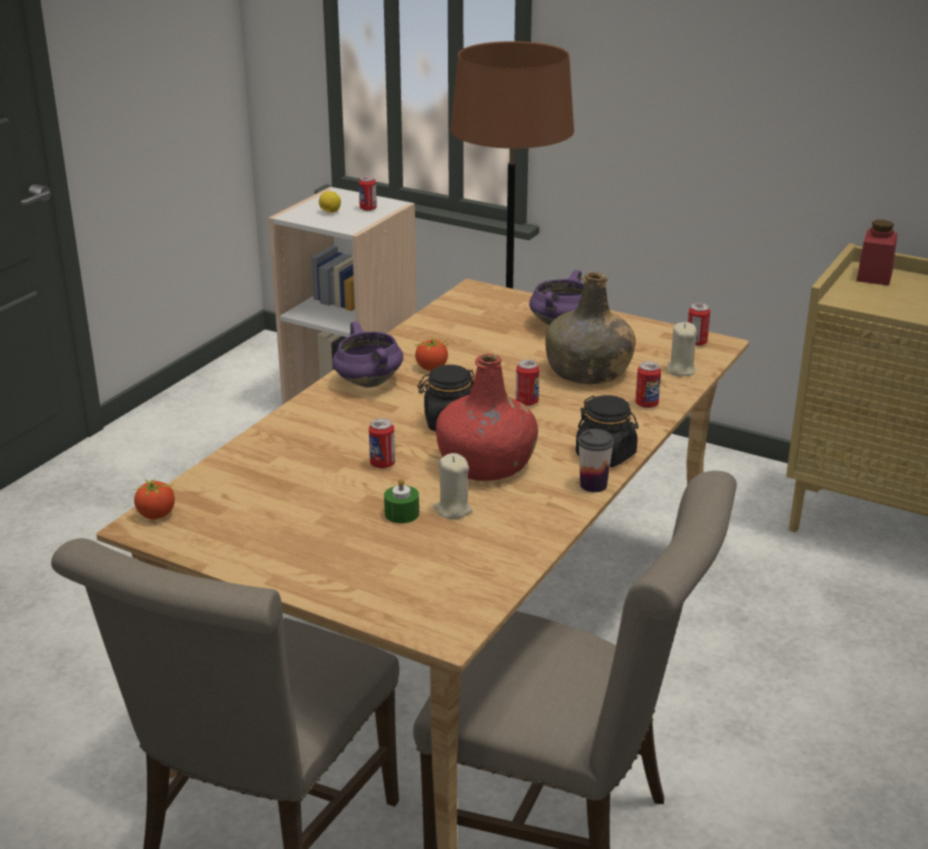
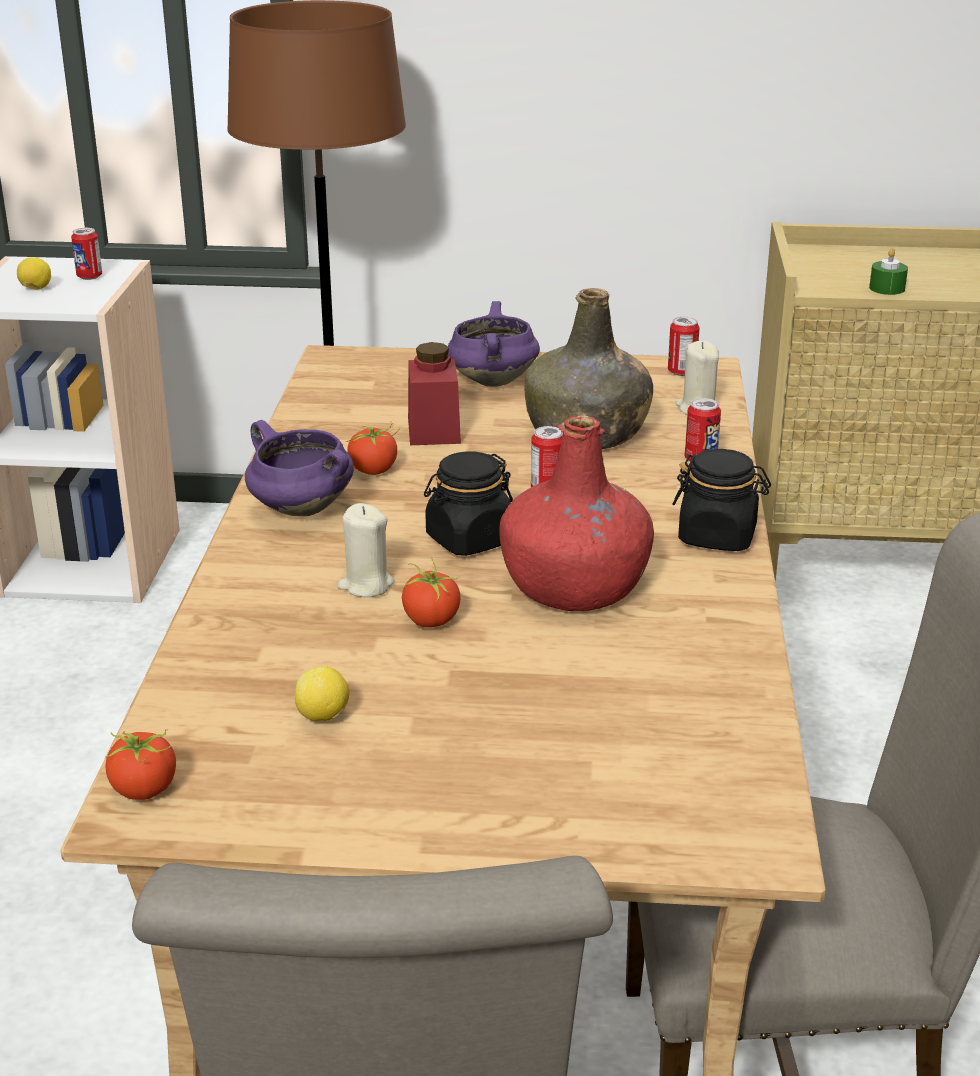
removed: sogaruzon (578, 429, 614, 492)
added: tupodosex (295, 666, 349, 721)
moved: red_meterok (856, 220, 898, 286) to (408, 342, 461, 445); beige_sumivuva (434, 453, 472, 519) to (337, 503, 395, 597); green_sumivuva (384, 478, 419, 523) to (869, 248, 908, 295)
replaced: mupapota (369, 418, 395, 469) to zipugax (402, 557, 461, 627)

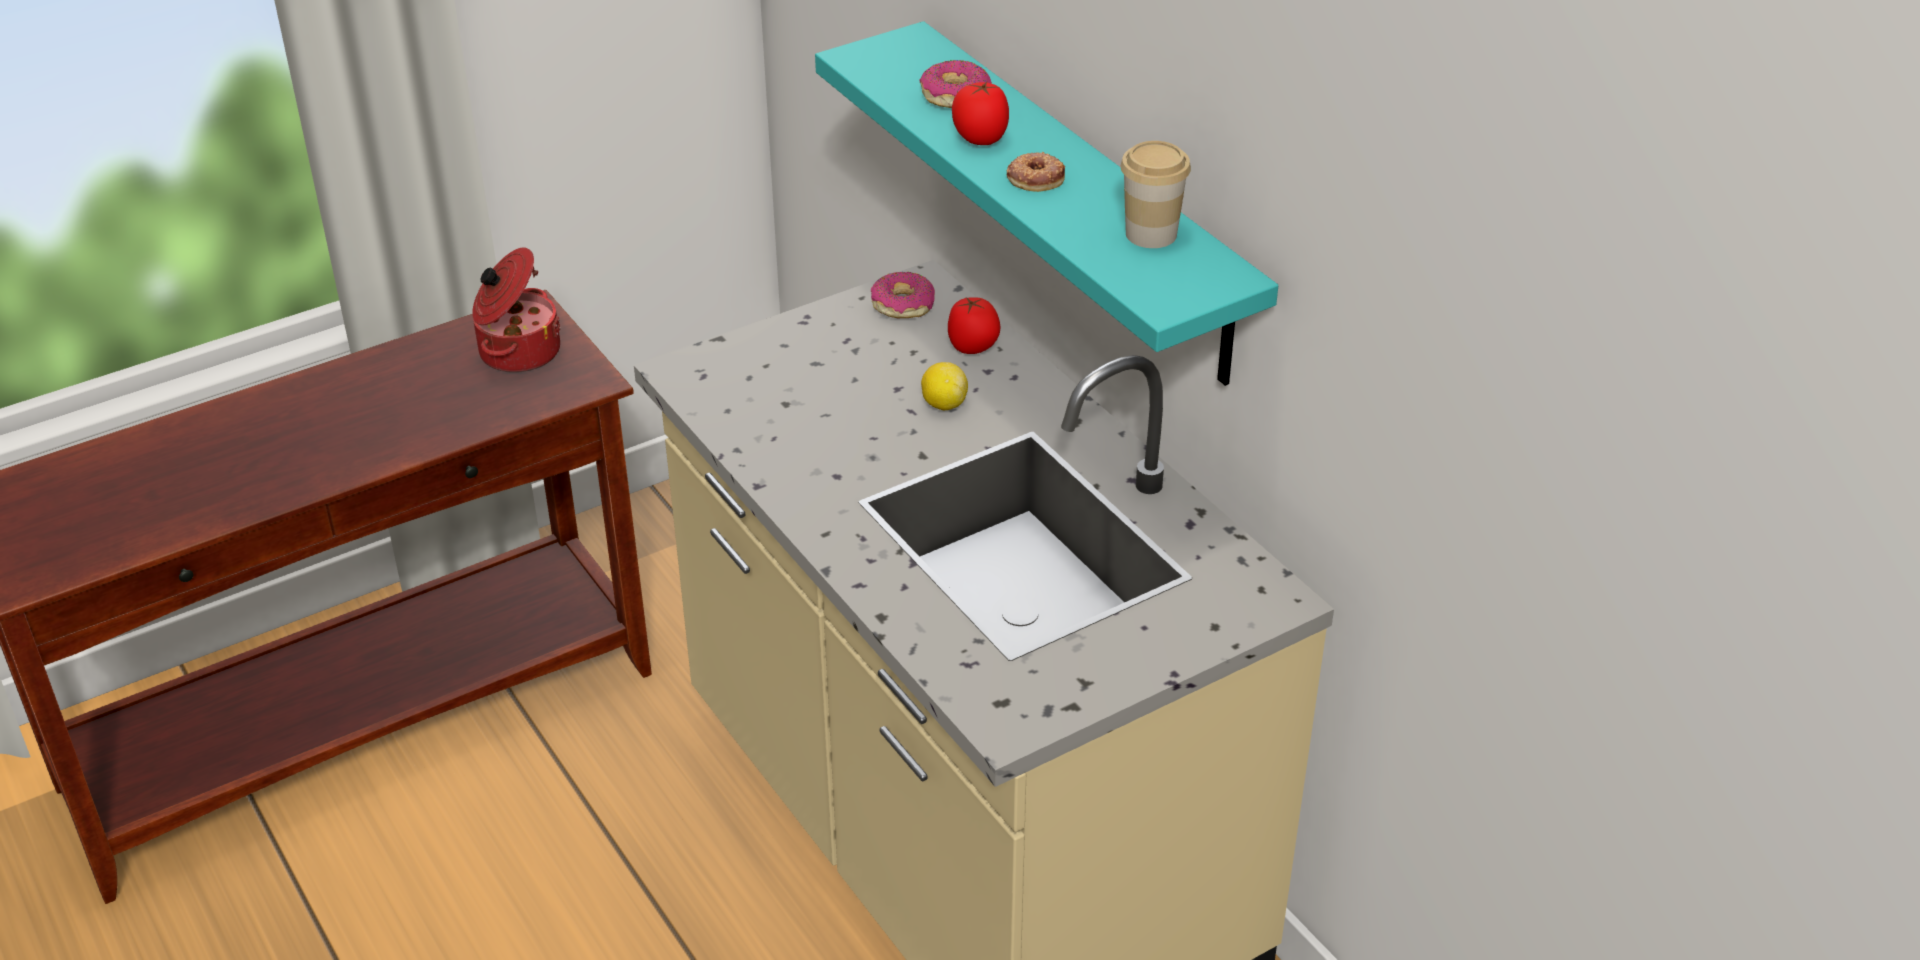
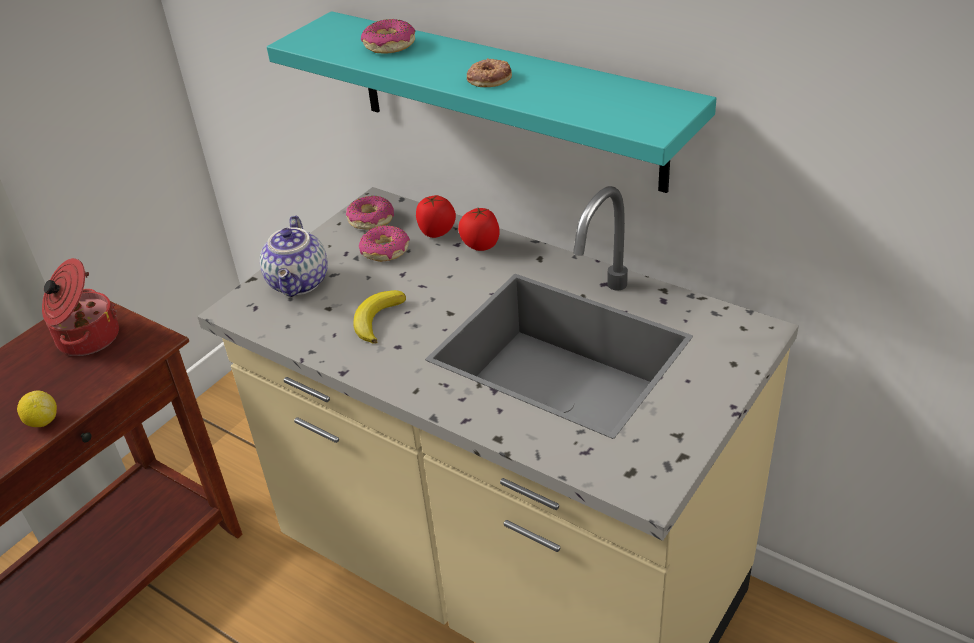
removed: sogaruzon (1121, 141, 1191, 248)
added: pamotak (260, 215, 328, 297); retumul (359, 225, 410, 262); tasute (354, 290, 406, 344)
moved: zipugax (952, 81, 1009, 145) to (458, 208, 500, 251); tupodosex (921, 362, 968, 410) to (17, 391, 57, 427)

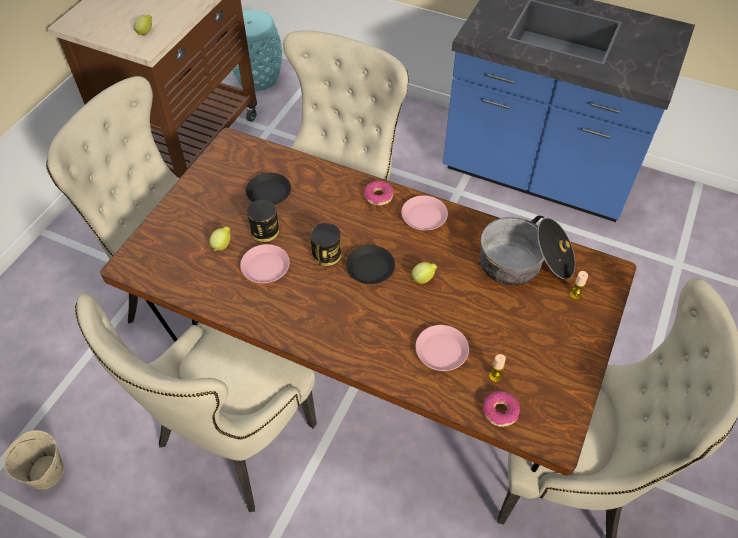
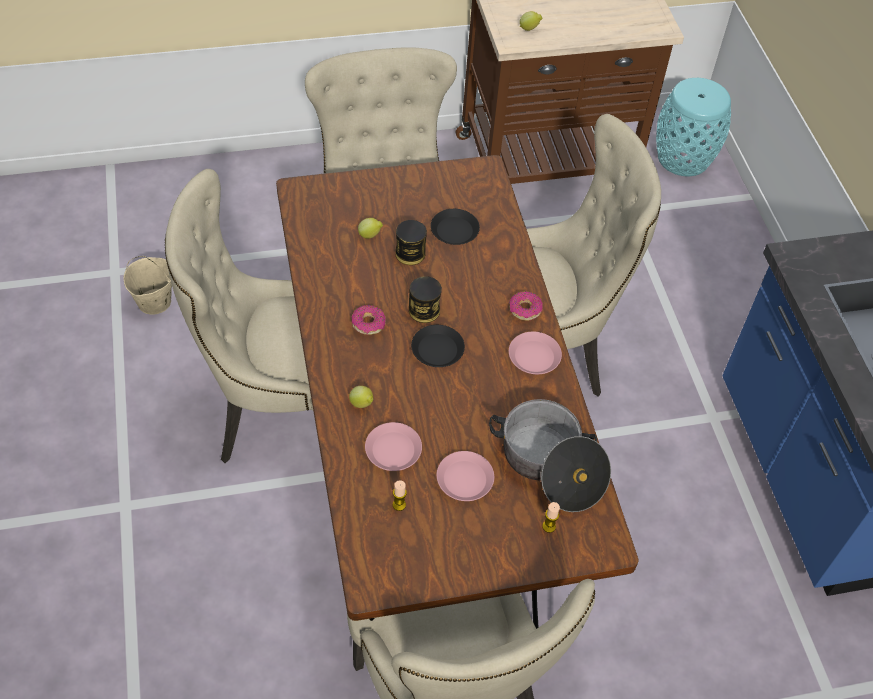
moved: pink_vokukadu (240, 244, 290, 283) to (437, 451, 494, 501); tupodosex (412, 262, 437, 284) to (349, 386, 373, 408); retumul (483, 391, 520, 427) to (352, 305, 386, 335)

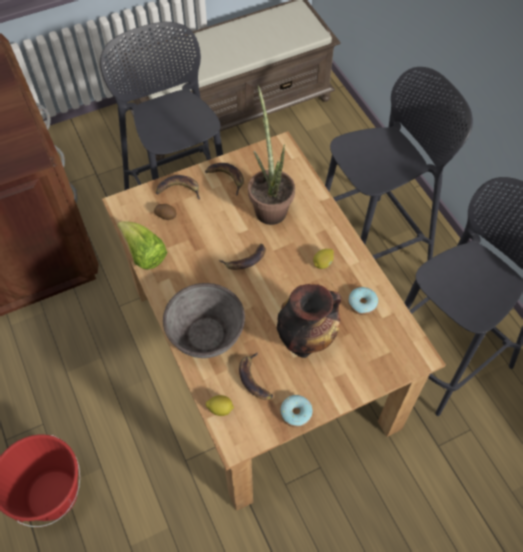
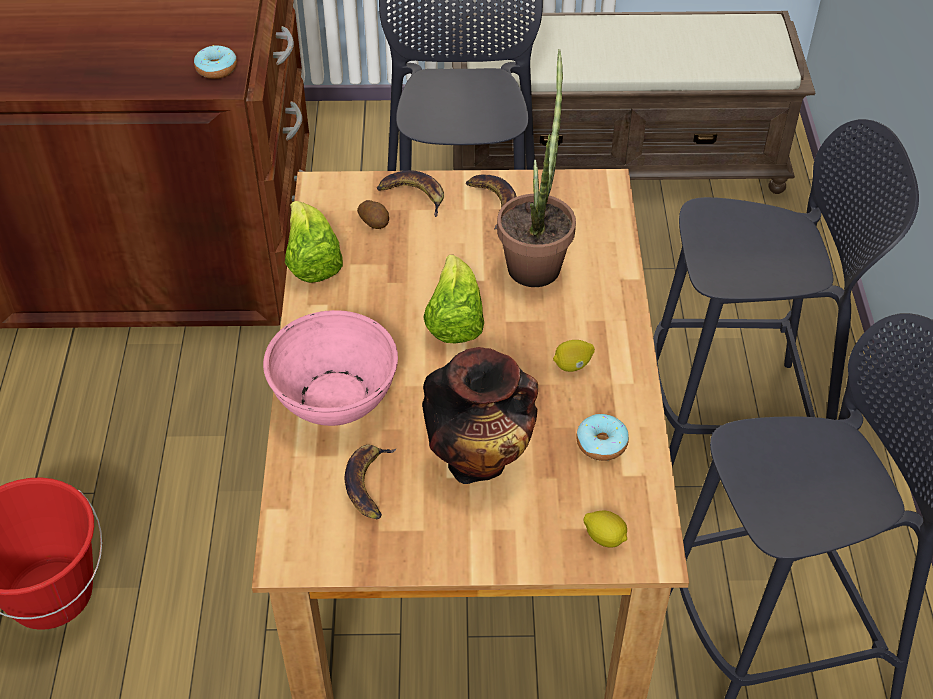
moved: tupodosex (206, 395, 234, 416) to (584, 510, 627, 548); retumul (280, 395, 313, 427) to (194, 45, 237, 79)
replaced: tasute (219, 244, 266, 270) to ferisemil (423, 255, 484, 344)
recoloured: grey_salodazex (163, 283, 245, 358) to pink_salodazex (263, 310, 398, 426)

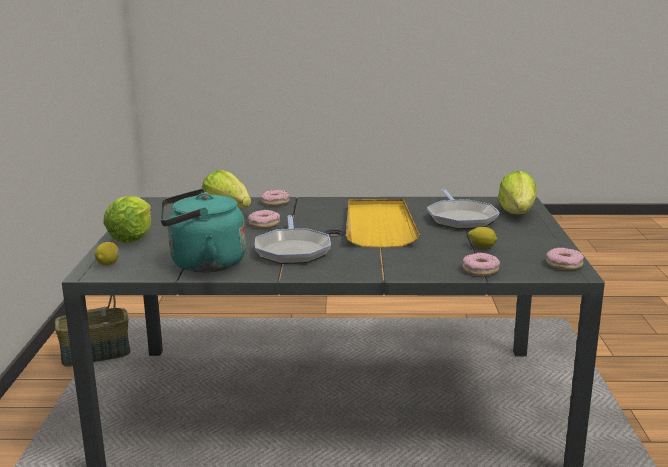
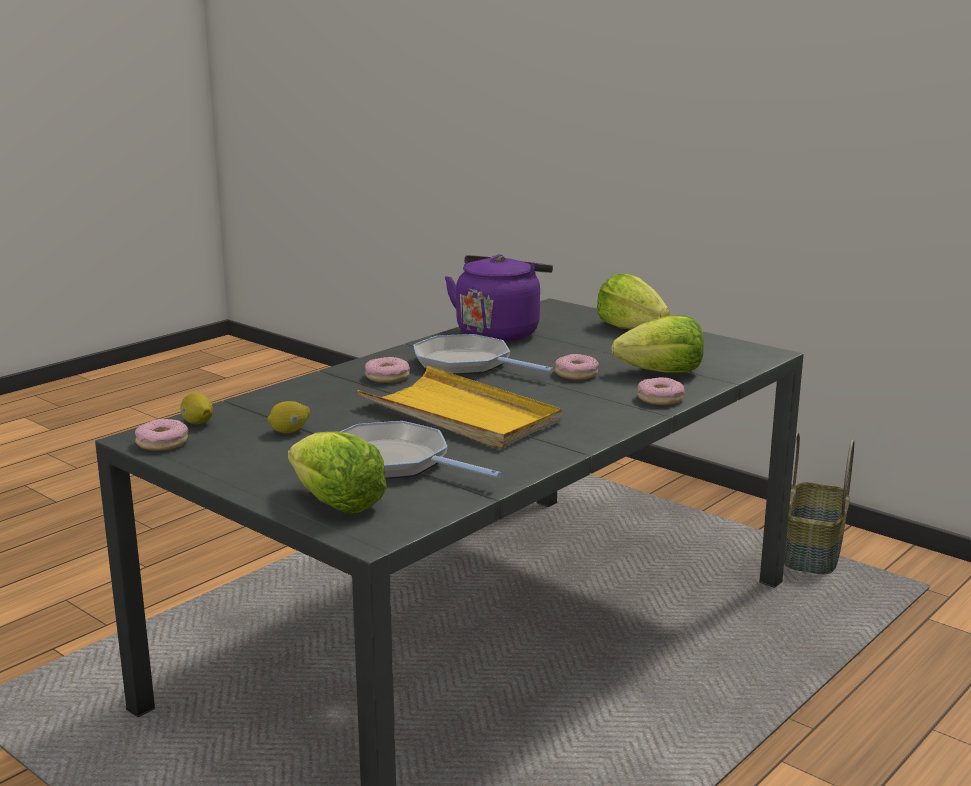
moved: tupodosex (95, 242, 119, 266) to (180, 393, 213, 424); retumul (462, 253, 500, 276) to (365, 357, 410, 383)
recoloured: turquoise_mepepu (160, 189, 246, 272) to purple_mepepu (445, 254, 553, 342)

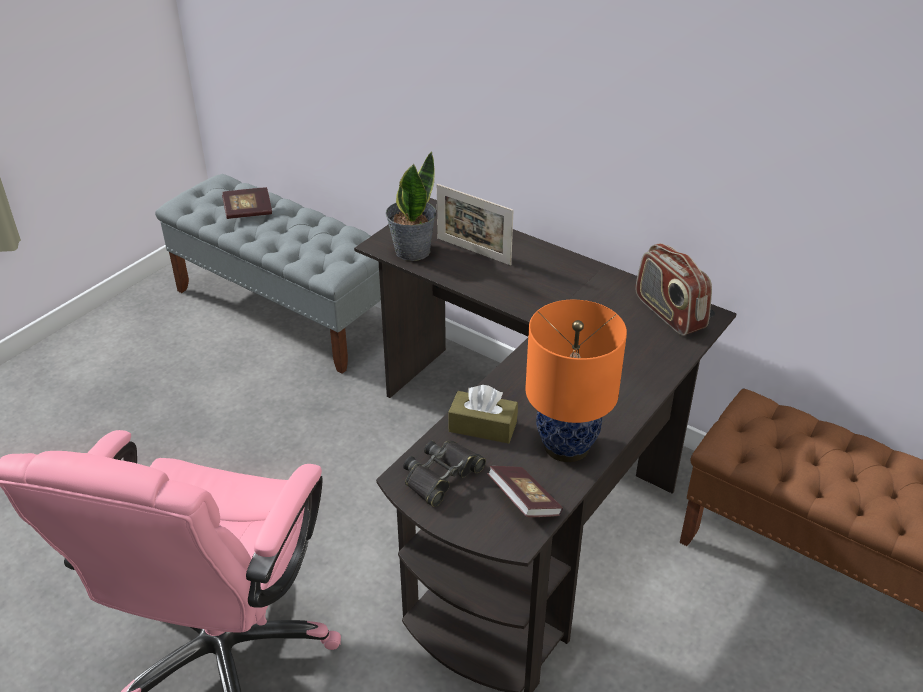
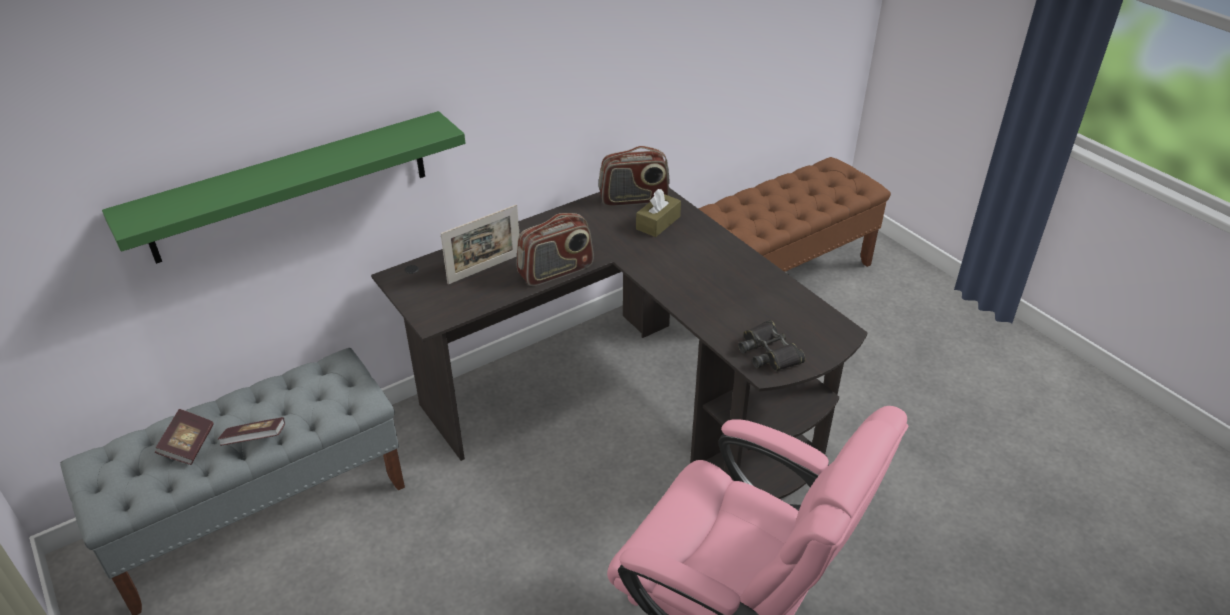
removed: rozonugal (385, 151, 436, 261); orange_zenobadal (526, 300, 627, 462)
added: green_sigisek (102, 111, 465, 264); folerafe (516, 213, 594, 286)
moved: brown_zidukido (448, 385, 518, 444) to (636, 189, 681, 237); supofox (487, 466, 563, 517) to (218, 417, 285, 446)

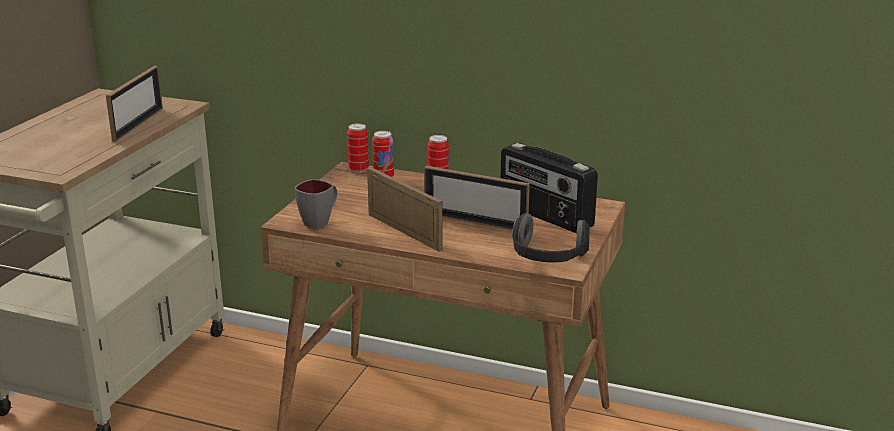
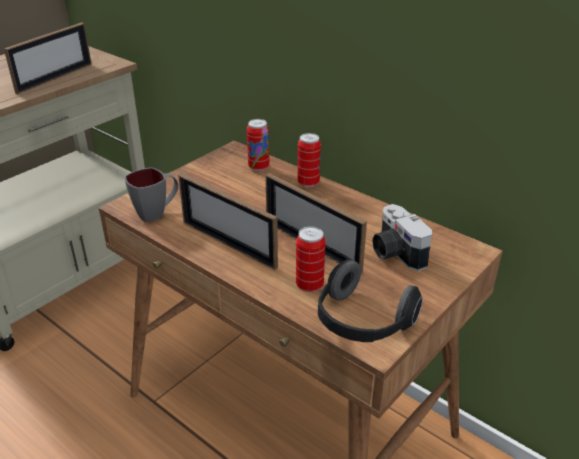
moved: mupapota (347, 123, 369, 173) to (296, 226, 325, 292)
replaced: folerafe (500, 143, 598, 233) to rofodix (372, 204, 432, 271)
turned: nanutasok (367, 167, 443, 252) = (178, 173, 278, 270) 150 degrees clockwise

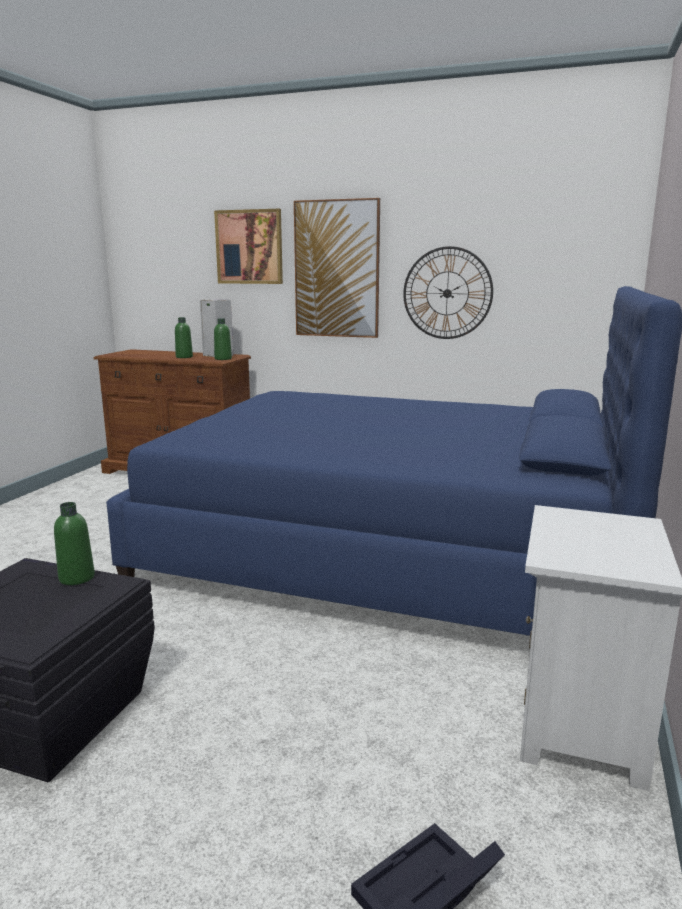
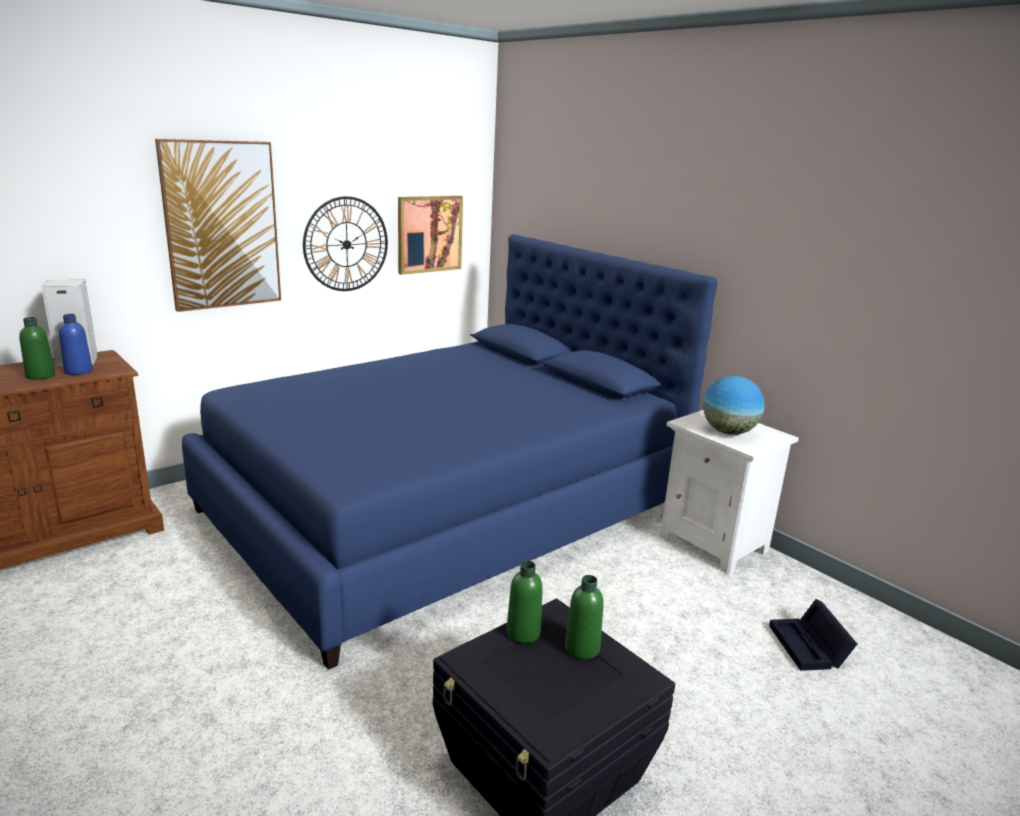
added: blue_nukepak (59, 314, 93, 375); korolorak (703, 376, 764, 435)
moved: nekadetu (214, 209, 283, 284) to (398, 196, 463, 275); green_nukepak (214, 318, 232, 360) to (565, 575, 604, 659)

